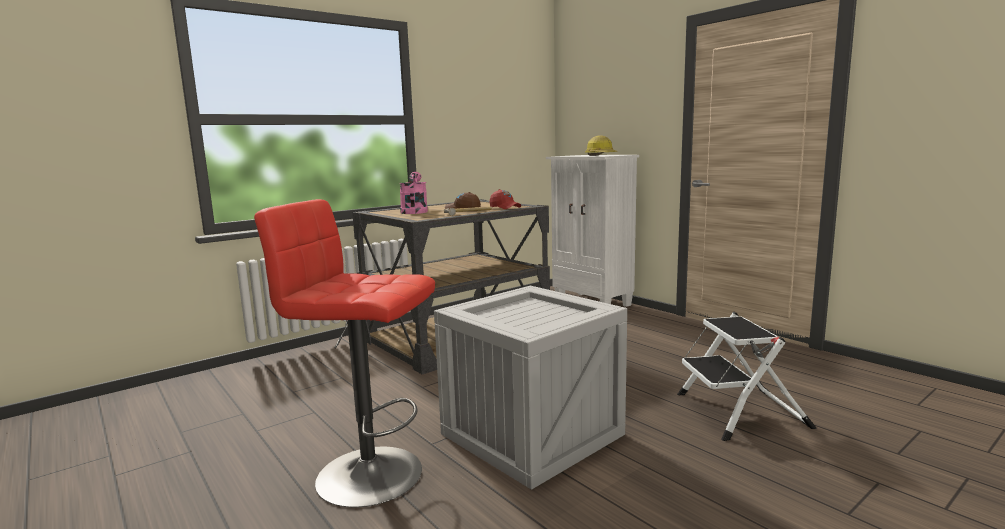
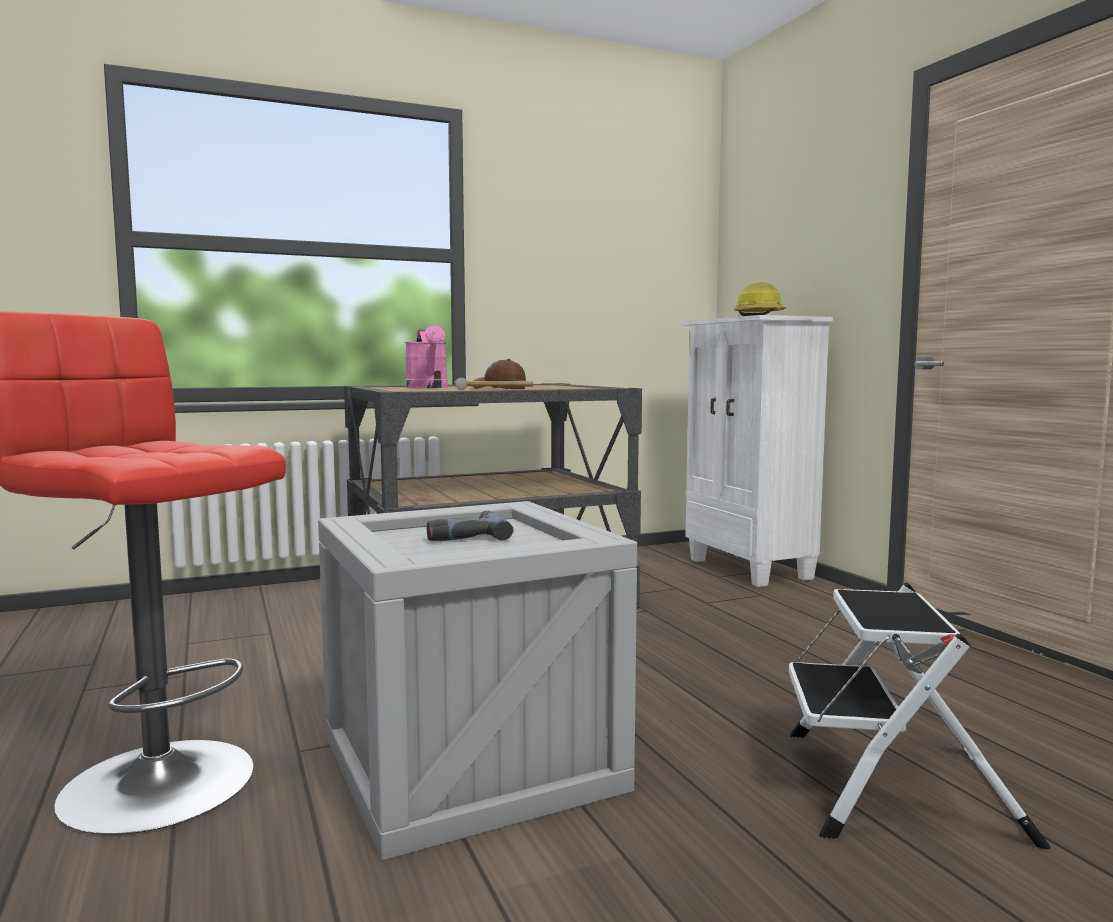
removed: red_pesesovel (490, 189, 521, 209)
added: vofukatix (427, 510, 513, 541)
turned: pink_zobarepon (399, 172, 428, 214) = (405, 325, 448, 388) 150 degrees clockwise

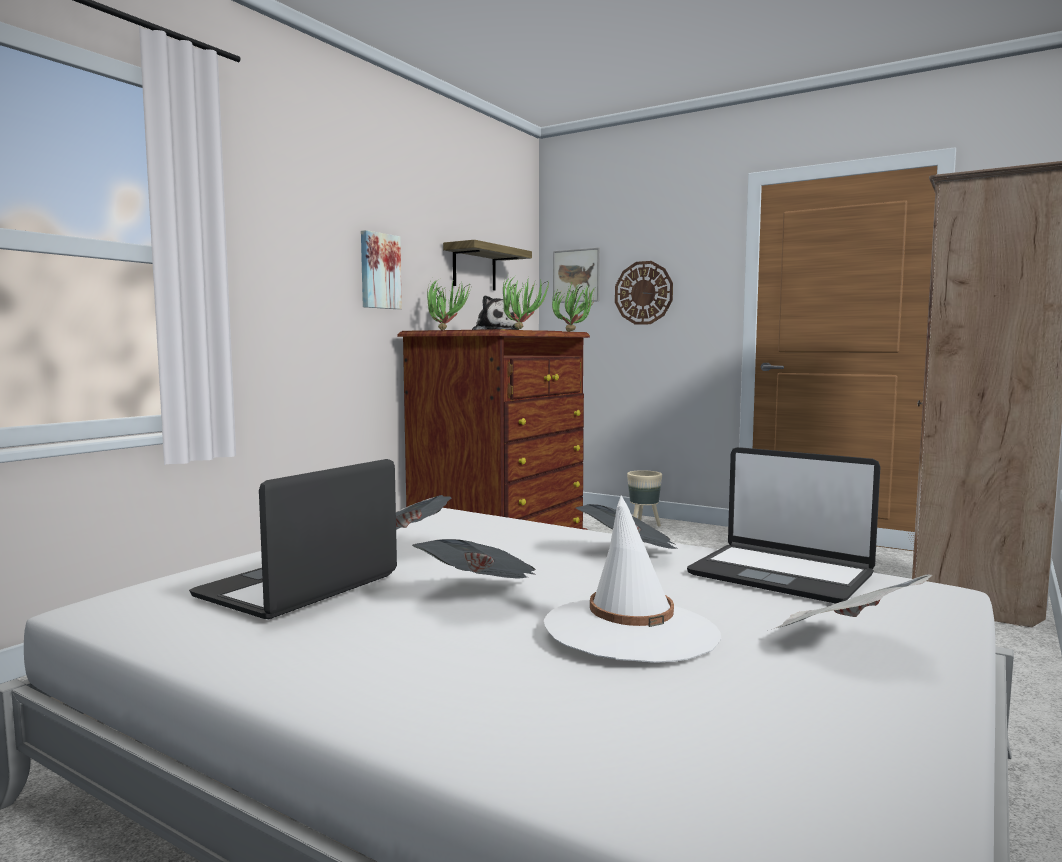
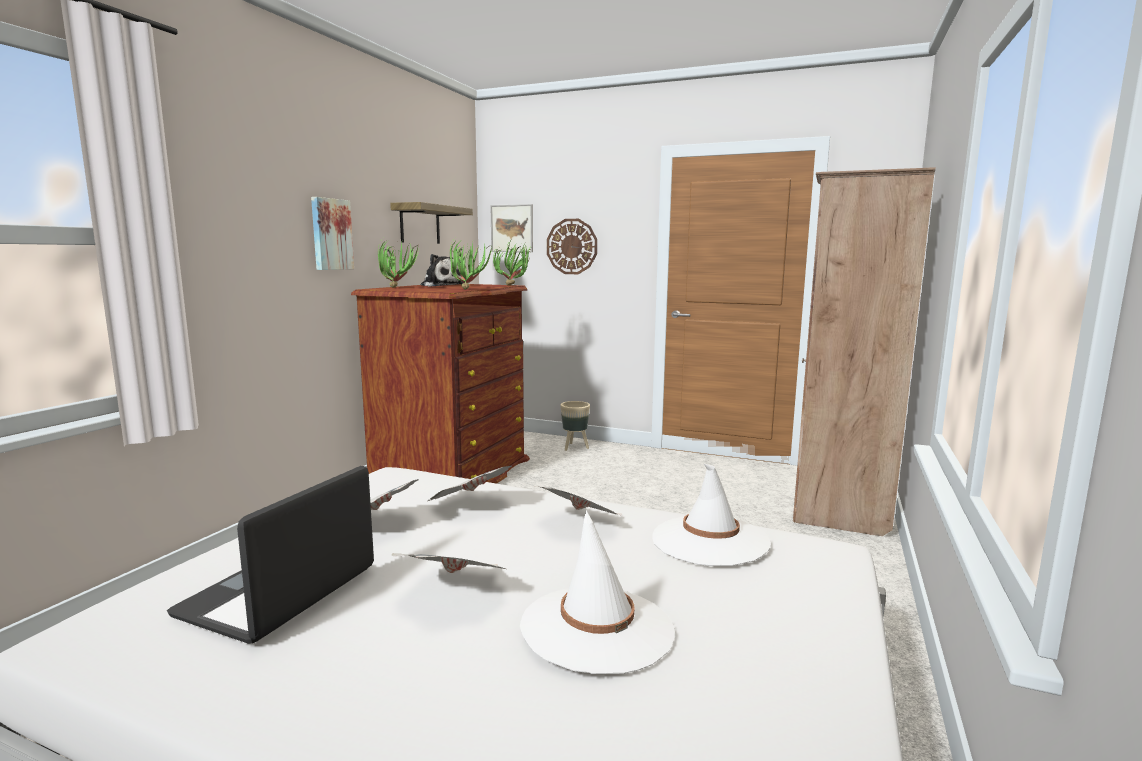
moved: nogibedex (767, 574, 932, 631) to (428, 466, 512, 501)
replaced: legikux (687, 447, 880, 604) to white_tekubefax (652, 464, 771, 566)

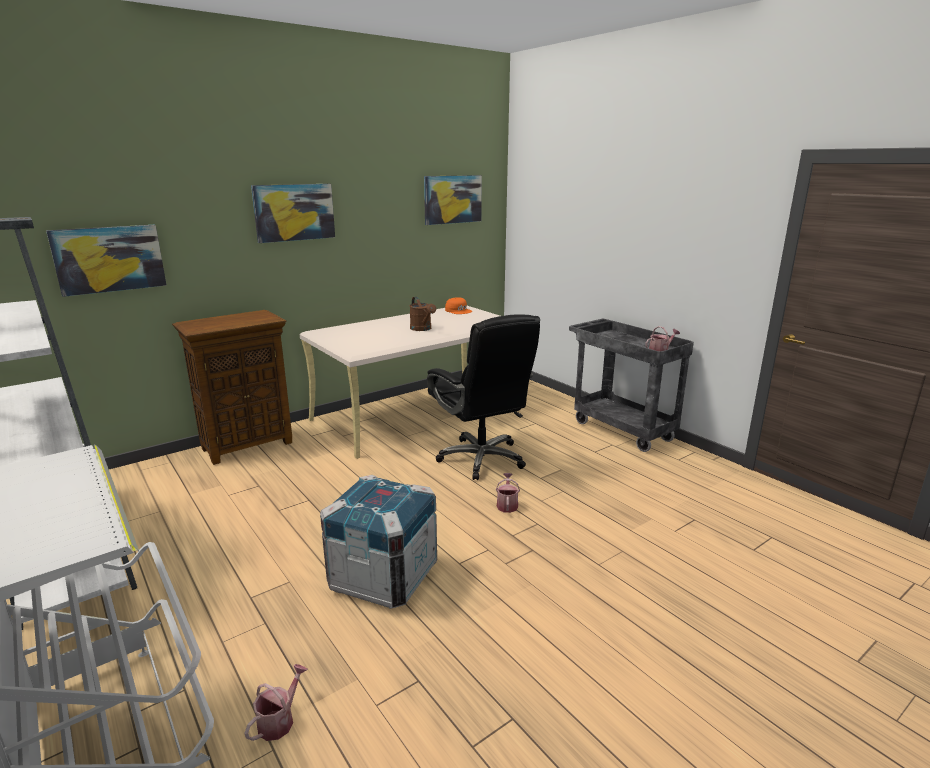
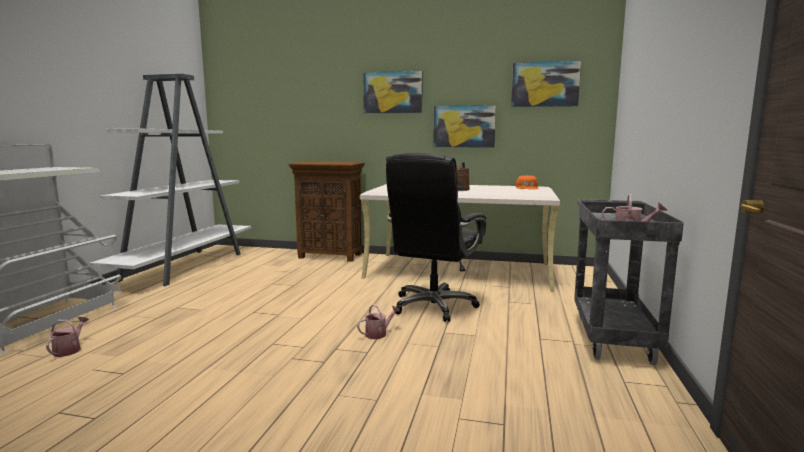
removed: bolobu (320, 475, 437, 609)
moved: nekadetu (46, 225, 167, 297) to (433, 105, 496, 148)
turned: zobarepon (244, 664, 308, 741) = (46, 317, 89, 357) 75 degrees counterclockwise

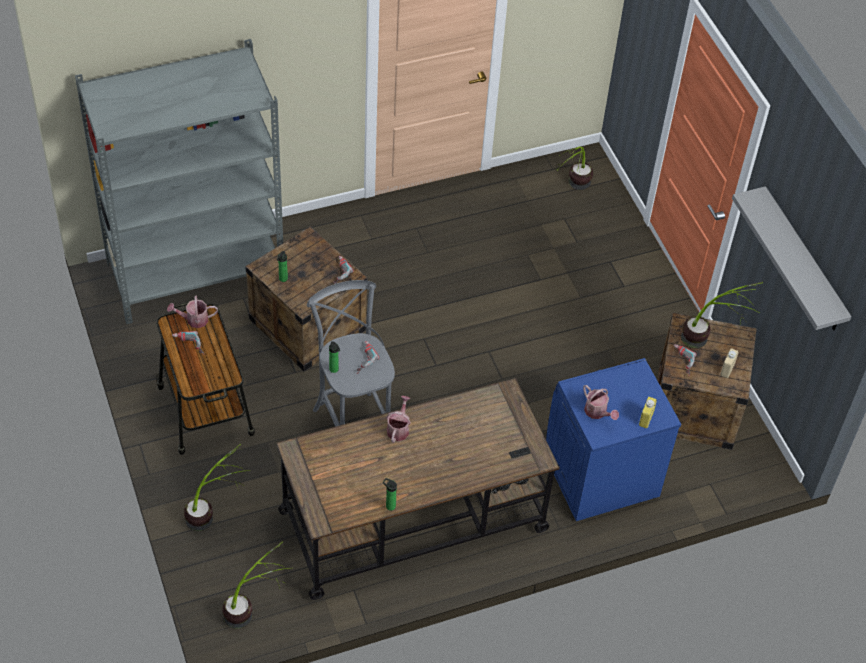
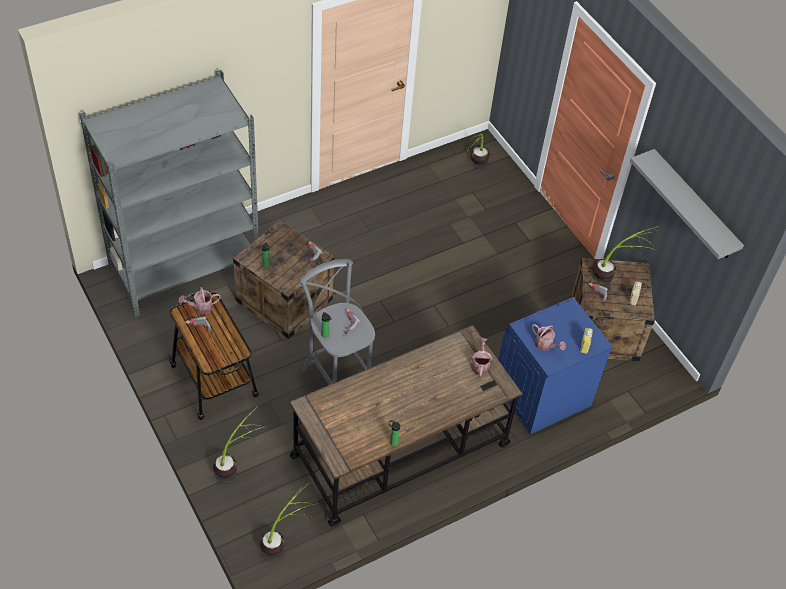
moved: zobarepon (386, 396, 411, 443) to (471, 338, 492, 377)

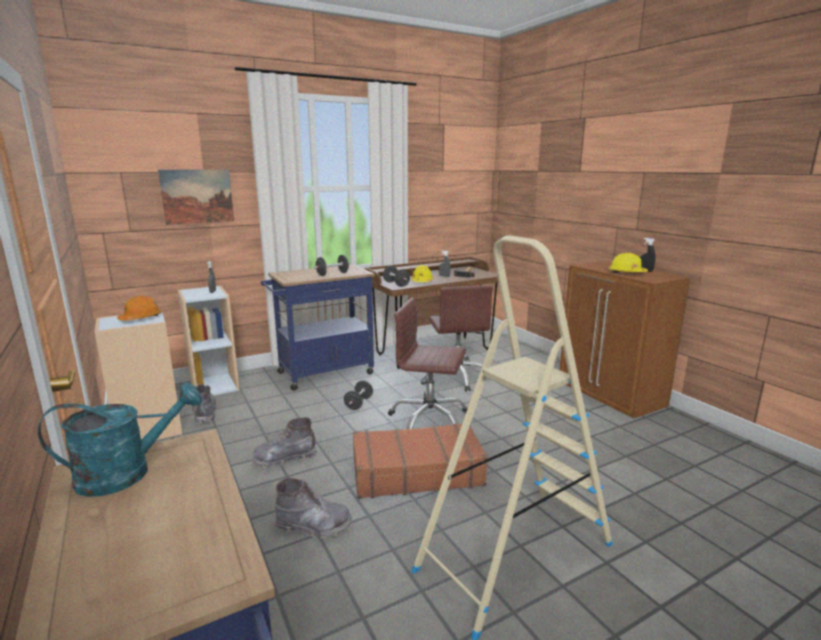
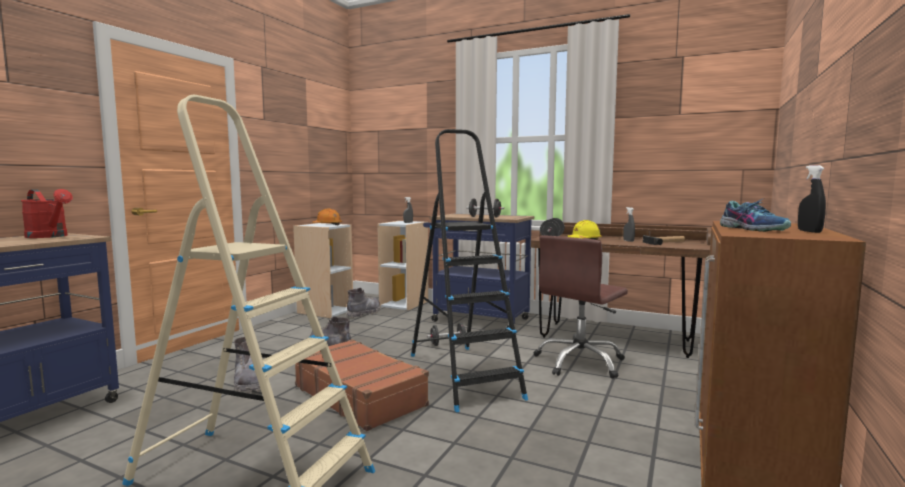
removed: nekadetu (158, 169, 234, 225)
replaced: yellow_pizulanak (609, 253, 648, 273) to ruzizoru (720, 198, 791, 232); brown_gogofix (388, 298, 468, 429) to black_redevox (411, 129, 528, 412)
recoloured: turquoise_zobarepon (38, 382, 203, 497) to red_zobarepon (21, 189, 73, 238)

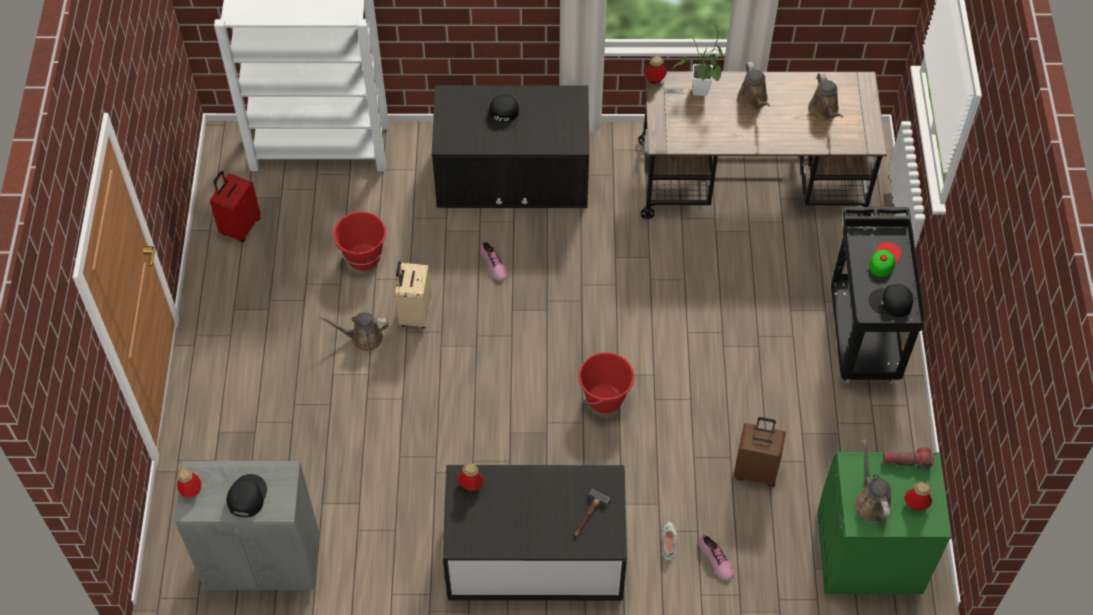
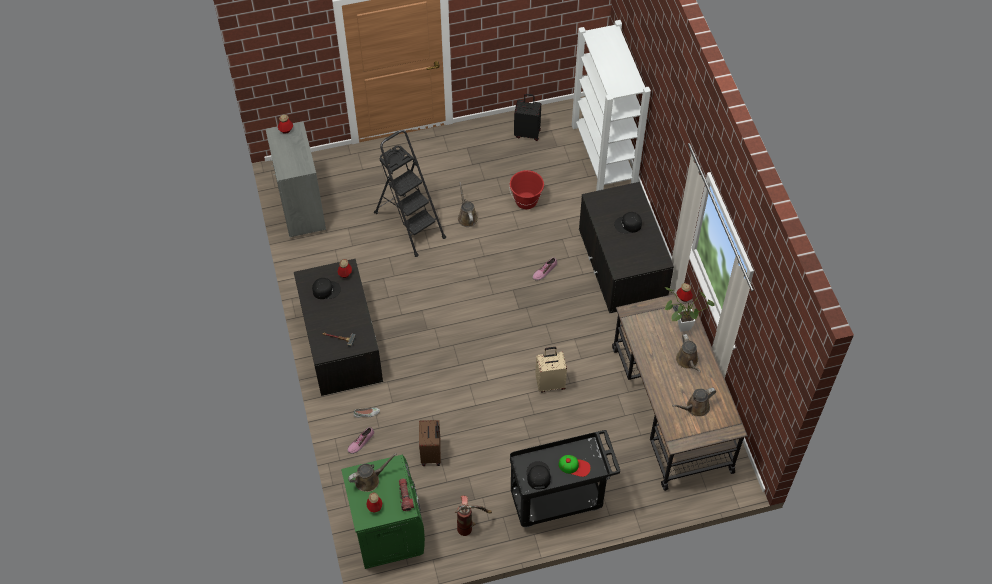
removed: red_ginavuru (579, 352, 634, 413)
added: redevox (374, 130, 446, 257); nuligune (455, 495, 492, 536)
moved: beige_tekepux (395, 261, 432, 328) to (535, 347, 567, 393); black_pesesovel (227, 474, 267, 517) to (312, 278, 341, 299)
recoloured: red_tekepux (210, 171, 261, 242) to black_tekepux (514, 94, 541, 141)
turned: brown_zobarepon (737, 62, 770, 110) = (676, 334, 701, 373) 75 degrees counterclockwise

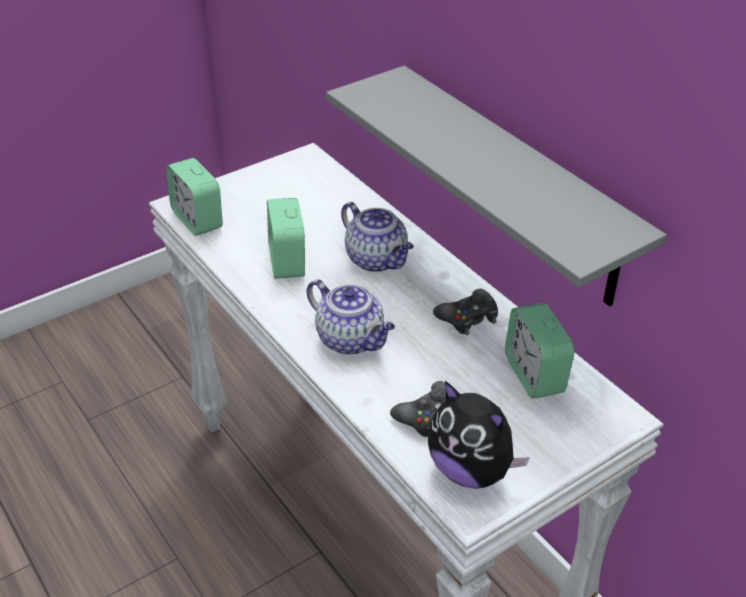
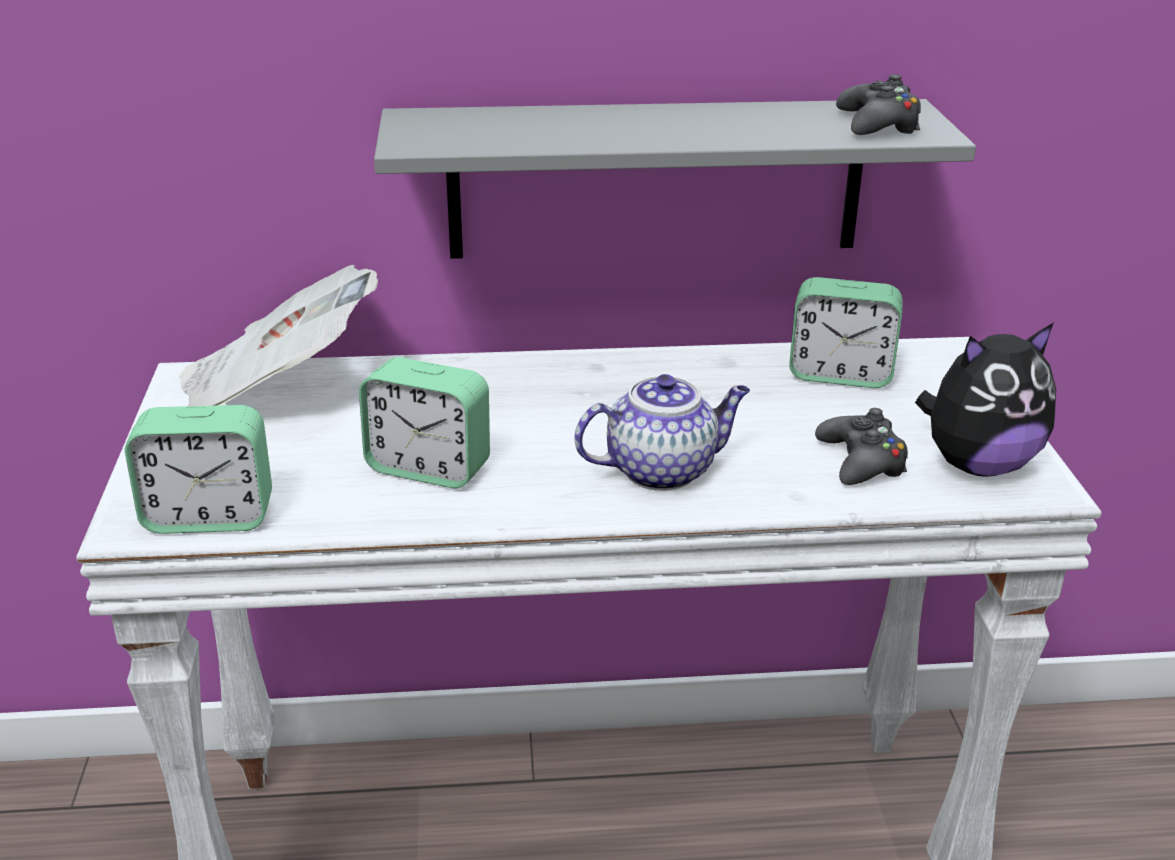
removed: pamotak (341, 202, 413, 272)
added: nogibedex (179, 265, 378, 406)
moved: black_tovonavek (433, 289, 498, 335) to (836, 75, 921, 135)

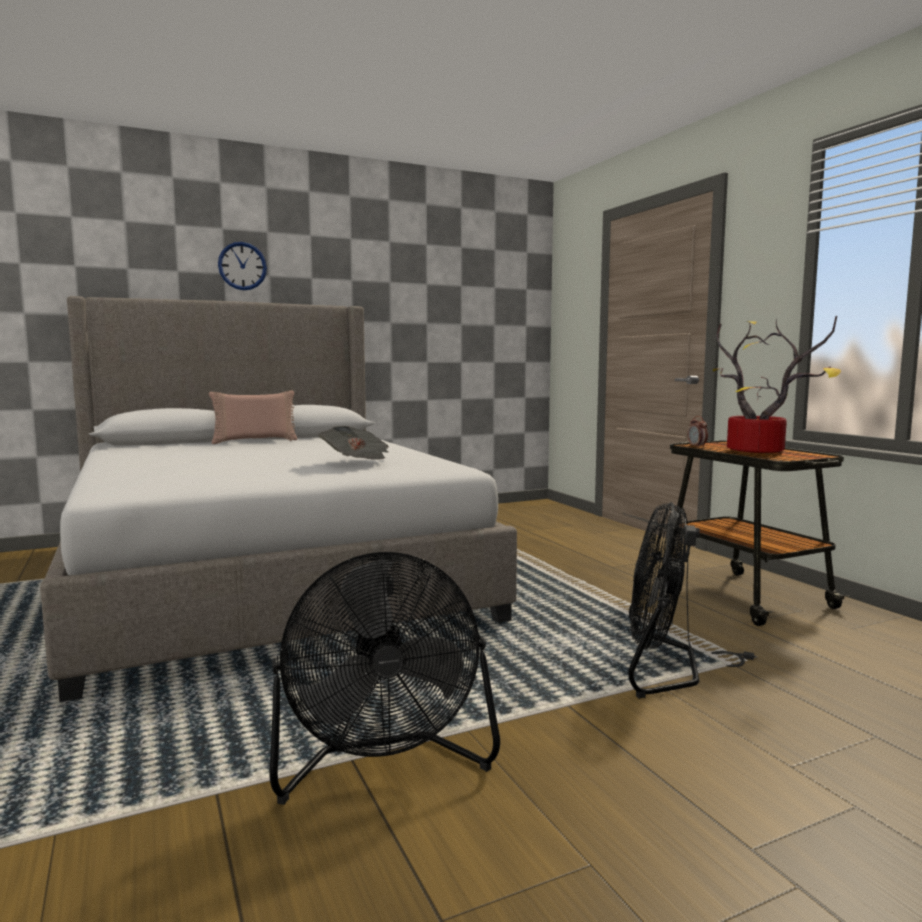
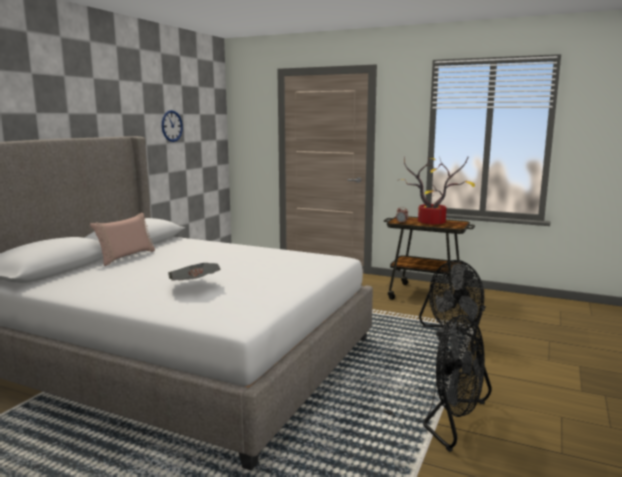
moved: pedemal (218, 242, 267, 290) to (162, 110, 183, 142); nogibedex (318, 426, 389, 460) to (168, 263, 221, 281)

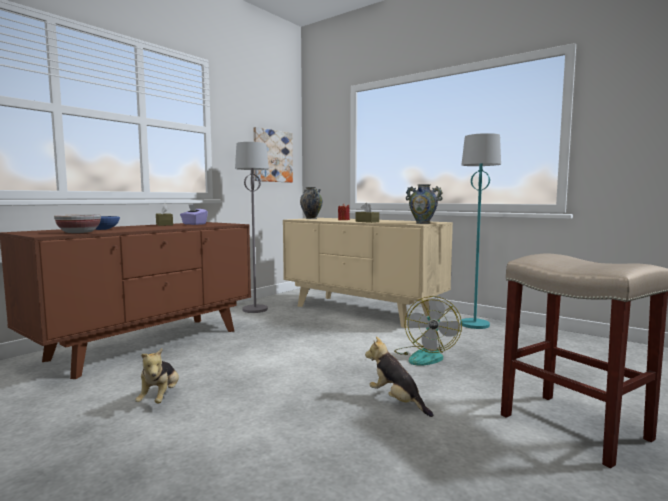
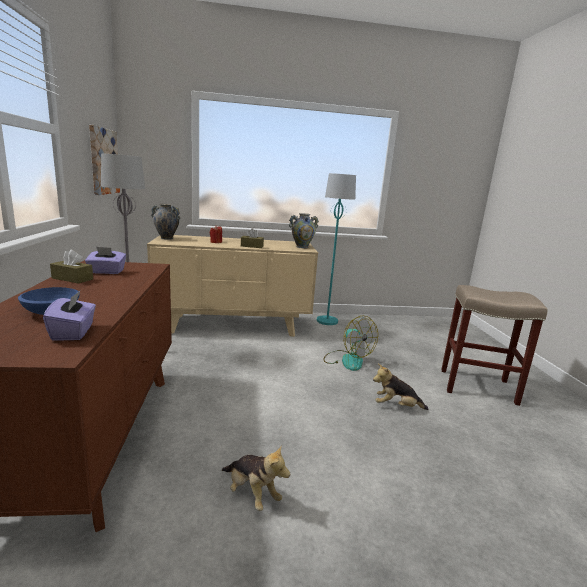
replaced: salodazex (54, 214, 101, 233) to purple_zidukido (43, 291, 96, 341)

